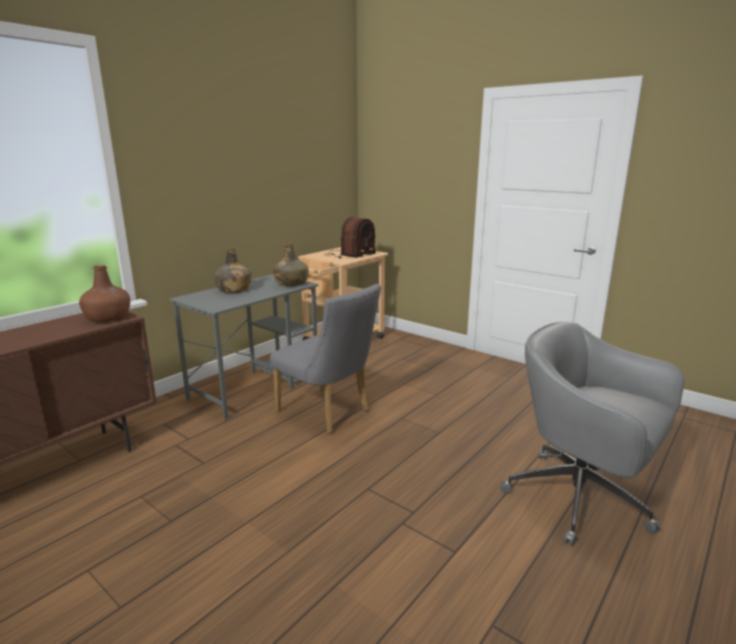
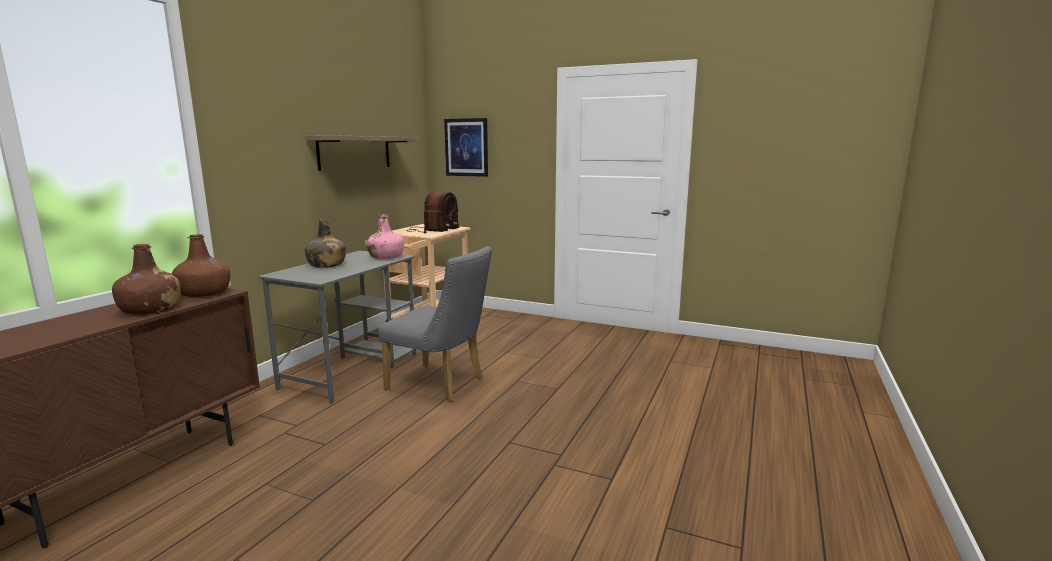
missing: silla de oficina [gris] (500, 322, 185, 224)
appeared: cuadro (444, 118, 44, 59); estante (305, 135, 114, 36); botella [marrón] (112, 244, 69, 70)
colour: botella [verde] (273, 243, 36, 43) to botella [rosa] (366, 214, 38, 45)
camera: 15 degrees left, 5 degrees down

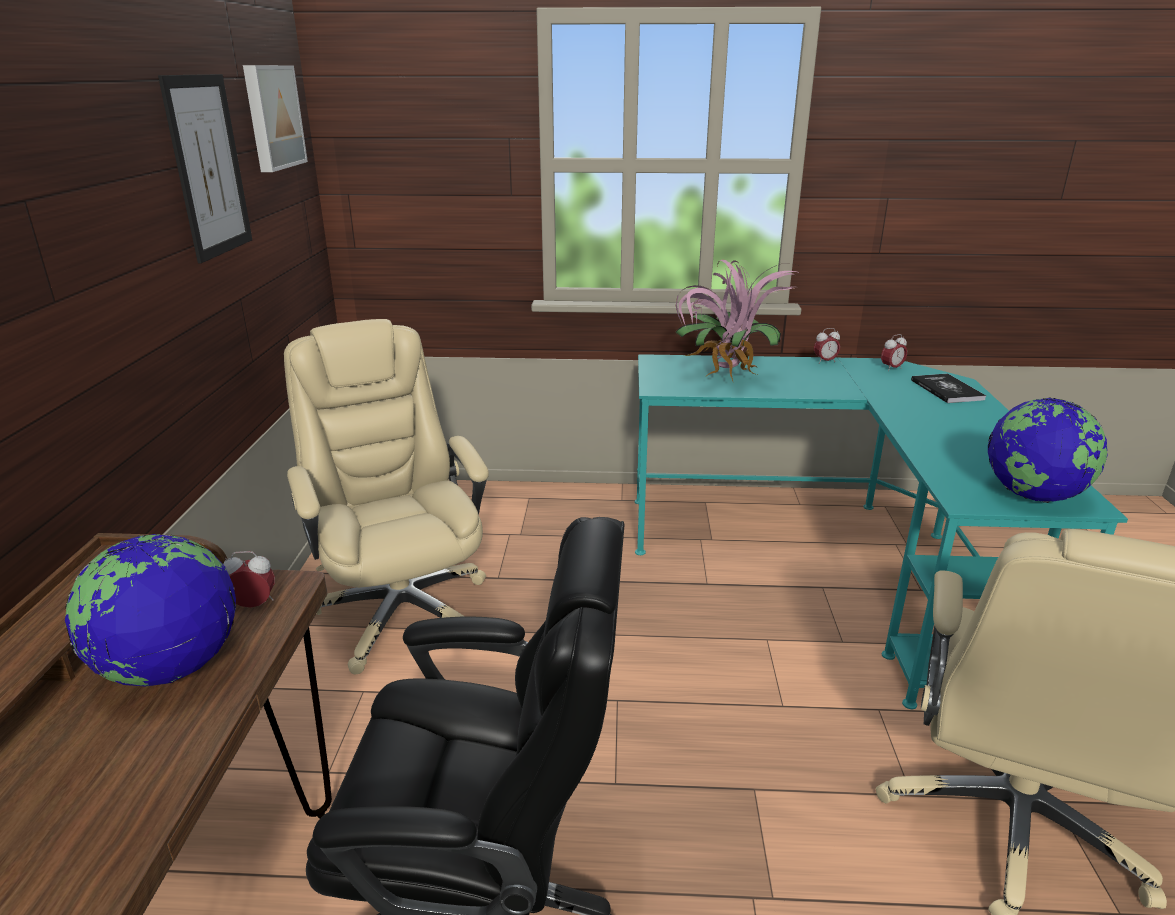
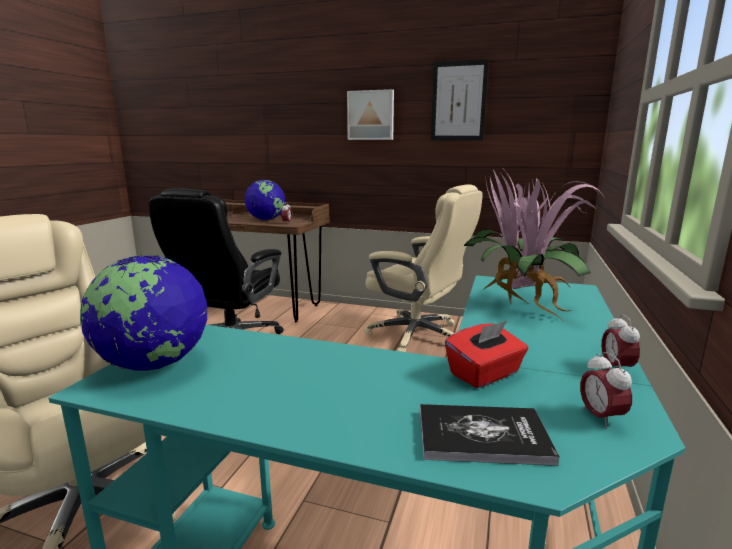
appeared: caja de pañuelos [rojo] (445, 321, 83, 67)
relocated: cuadro (243, 65, 65, 107) to (347, 89, 47, 51)
spun: silla de oficina [beis] (284, 319, 205, 355) = (364, 184, 119, 168) 45 degrees clockwise
camera: 105 degrees right, 10 degrees down

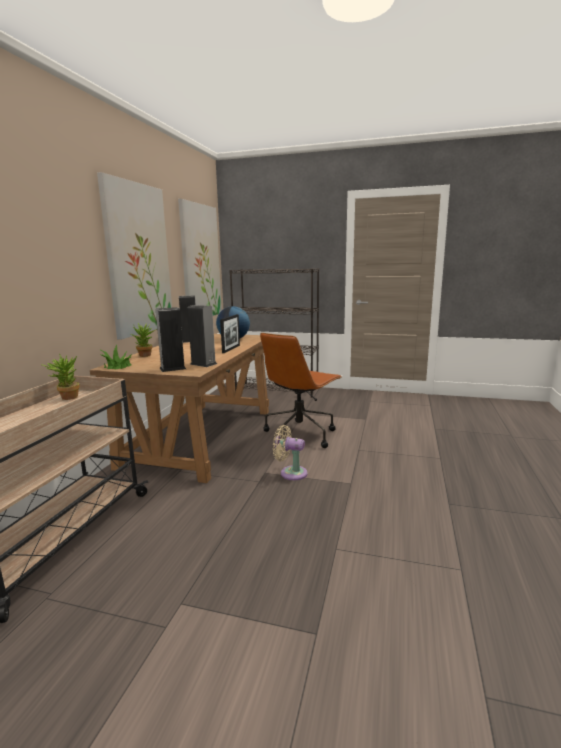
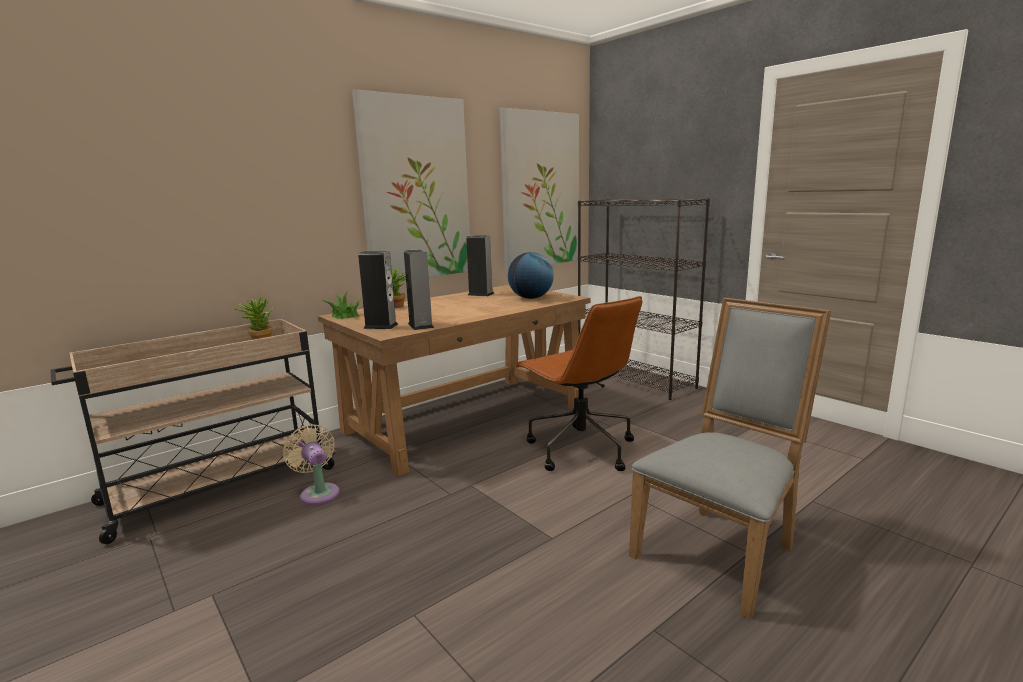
missing: portarretratos (220, 314, 20, 39)
appeared: silla [gris] (629, 297, 202, 323)
relocated: ventilador [beis] (273, 425, 35, 55) to (283, 424, 56, 81)
spun: silla de oficina [marrón] (260, 333, 81, 115) = (515, 296, 127, 175) 105 degrees counterclockwise
camera: 35 degrees right, 0 degrees up

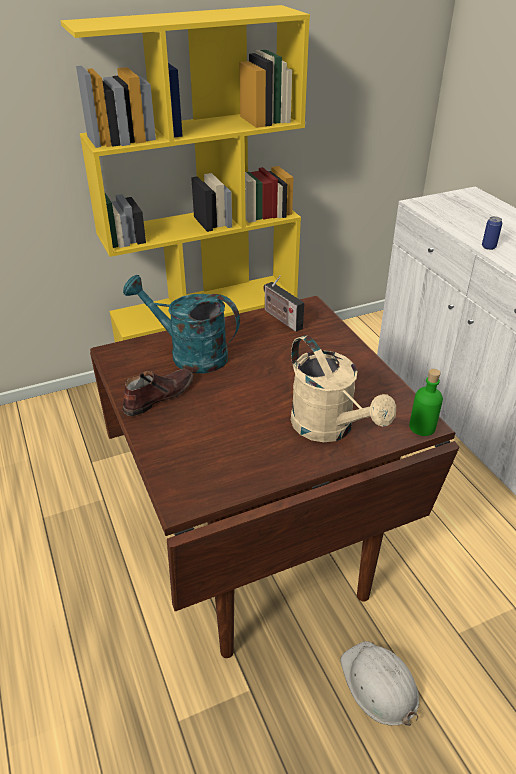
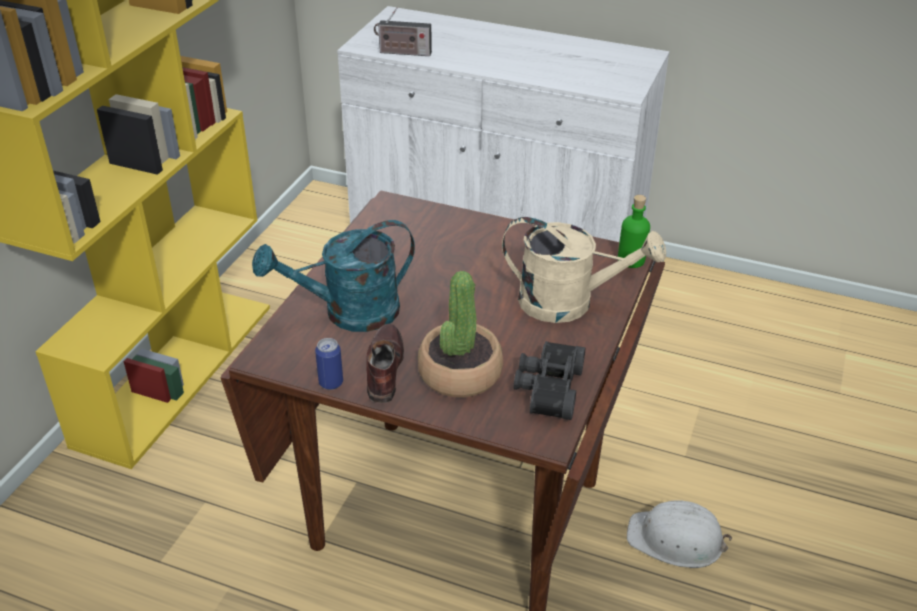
appeared: planta en maceta (418, 271, 85, 127); prismáticos [negro] (514, 341, 71, 79)
relocated: lata (482, 216, 20, 34) to (315, 338, 28, 52); radio (264, 275, 40, 57) to (374, 7, 58, 49)
camera: 45 degrees left, 0 degrees up

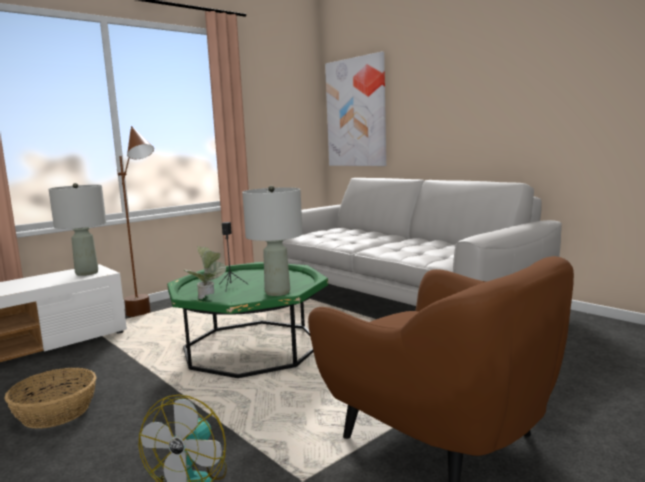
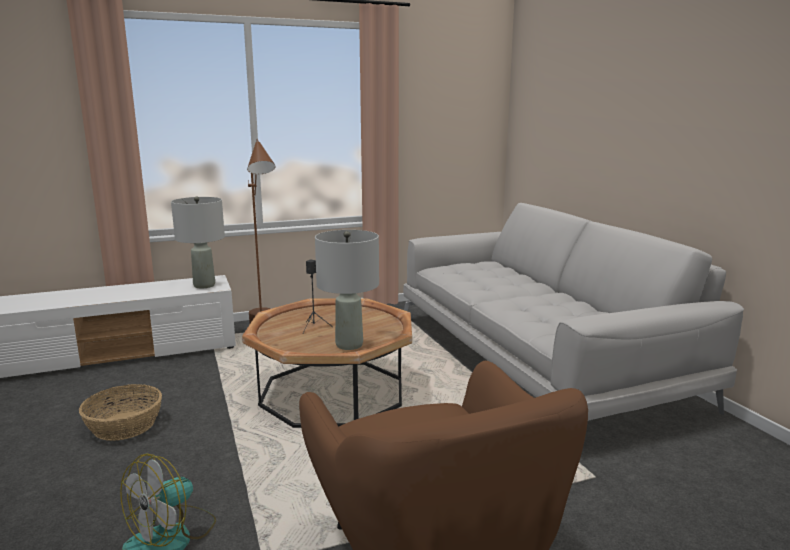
missing: cuadro (325, 52, 61, 114); planta en maceta (184, 246, 42, 53)
colour: mesa de centro [verde] (167, 262, 161, 116) to mesa de centro [marrón] (242, 298, 170, 130)
camera: 20 degrees right, 5 degrees up

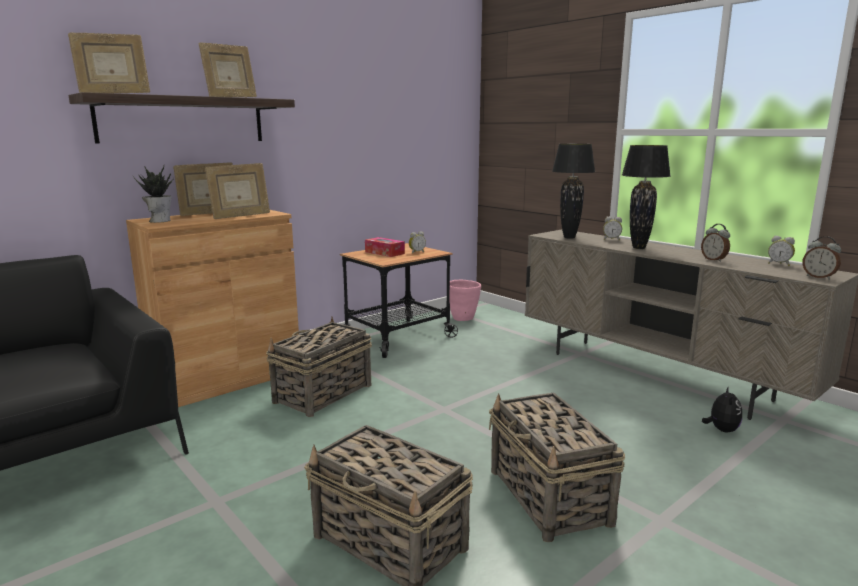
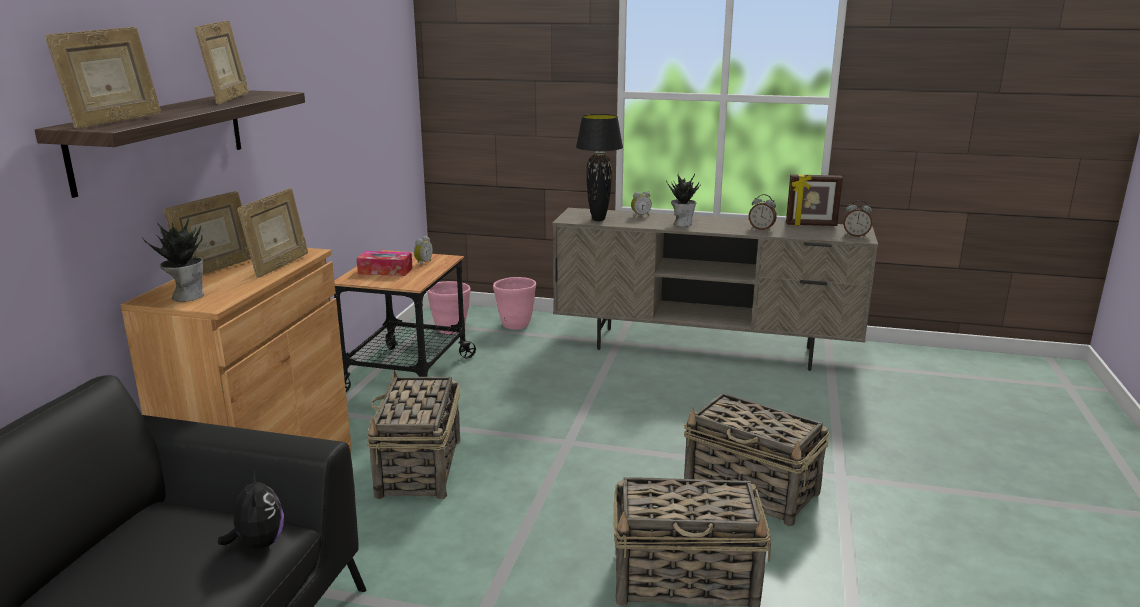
appeared: maceta [rosa] (493, 277, 43, 53)
relocated: peluche (702, 386, 40, 47) to (218, 471, 66, 78)
exchanged: lámpara de mesa [negro] (622, 145, 49, 104) to planta en maceta (666, 173, 34, 54); despertador (768, 236, 27, 30) to portarretratos (786, 174, 57, 52)
camera: 35 degrees left, 5 degrees up

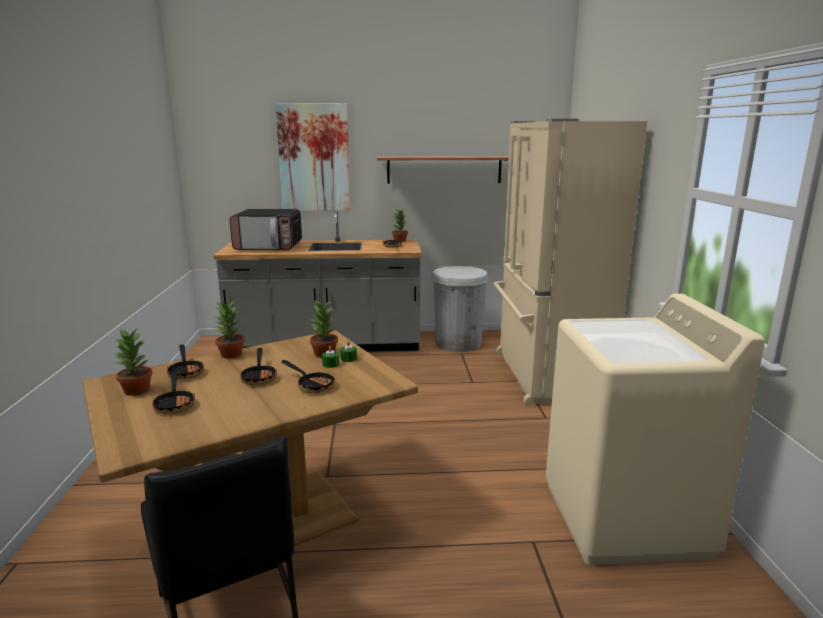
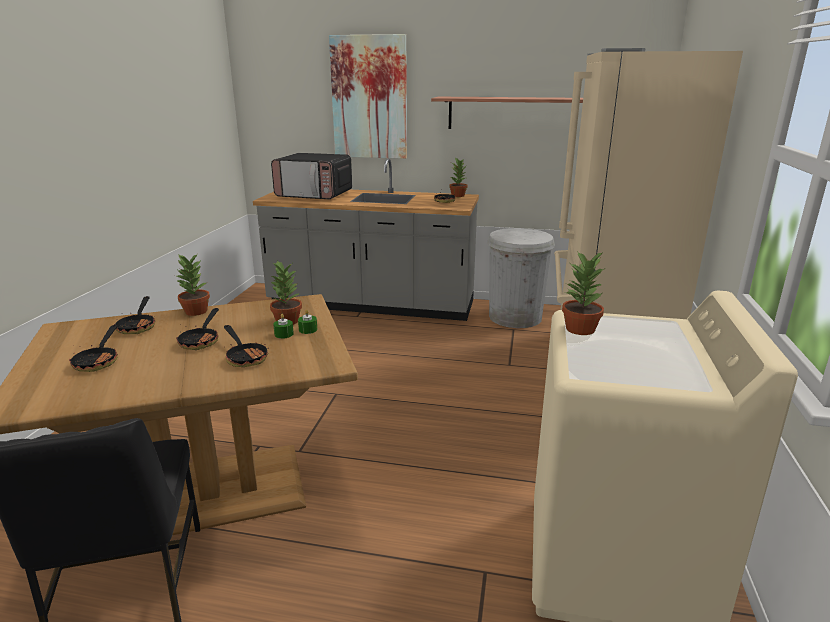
relocated: planta en maceta (114, 328, 38, 68) to (562, 251, 42, 84)
camera: 15 degrees right, 5 degrees up

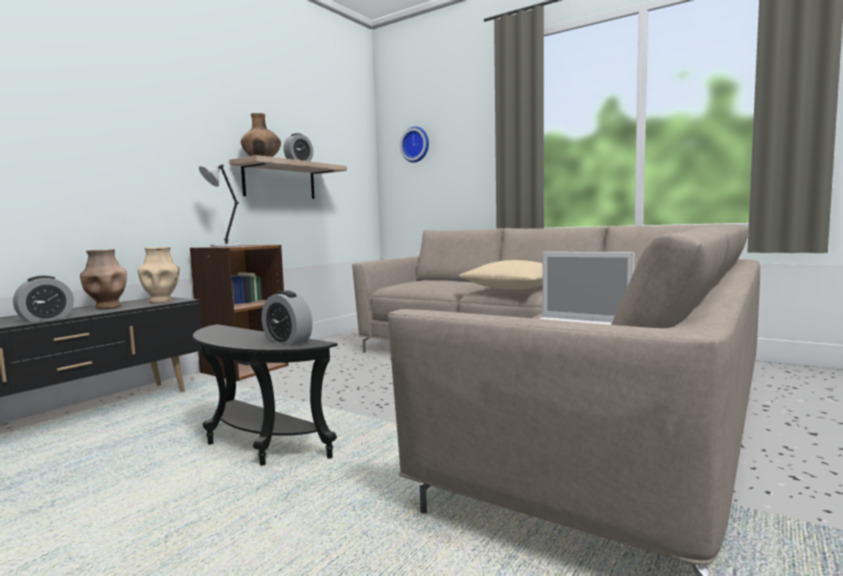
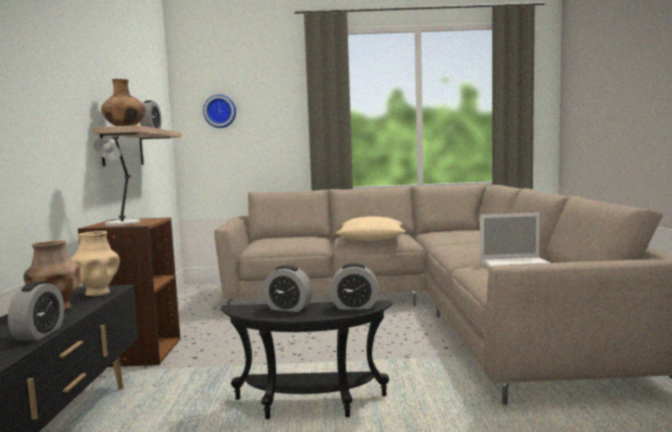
appeared: despertador (263, 265, 49, 47)
camera: 35 degrees left, 0 degrees up

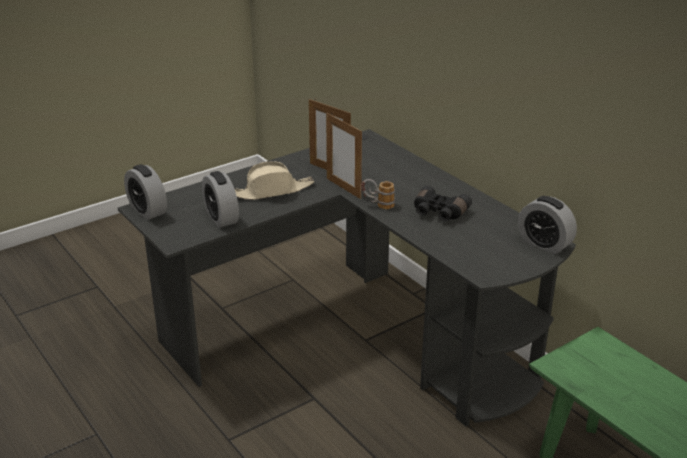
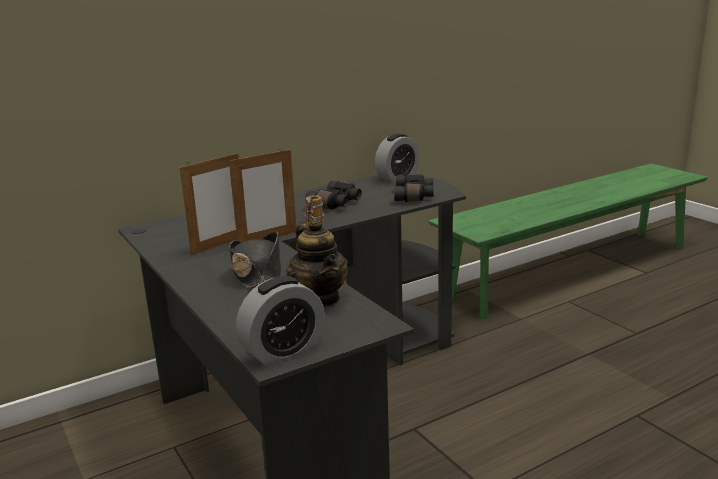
appeared: prismáticos [negro] (394, 174, 40, 28)
exchanged: despertador (202, 171, 37, 57) to tetera (286, 218, 63, 89)
colour: sombrero [beis] (234, 161, 80, 39) to sombrero [negro] (229, 232, 52, 56)
camera: 85 degrees left, 10 degrees down

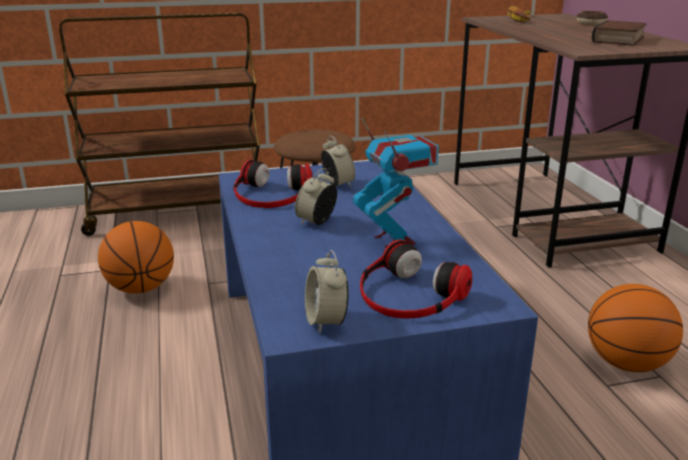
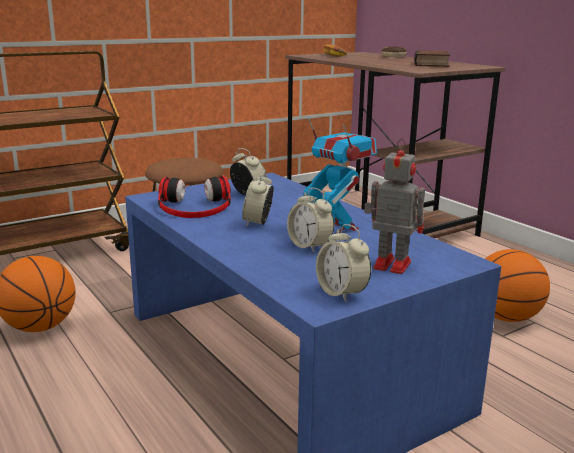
appeared: despertador (287, 188, 47, 65)
exchanged: auriculares (360, 240, 112, 78) to robot de juguete (364, 139, 61, 135)
camera: 20 degrees left, 5 degrees down

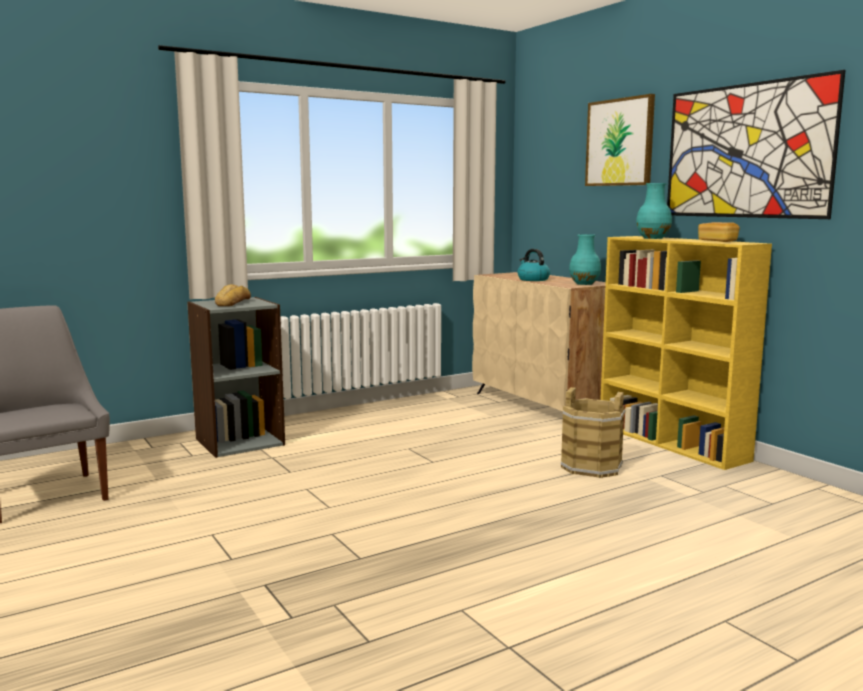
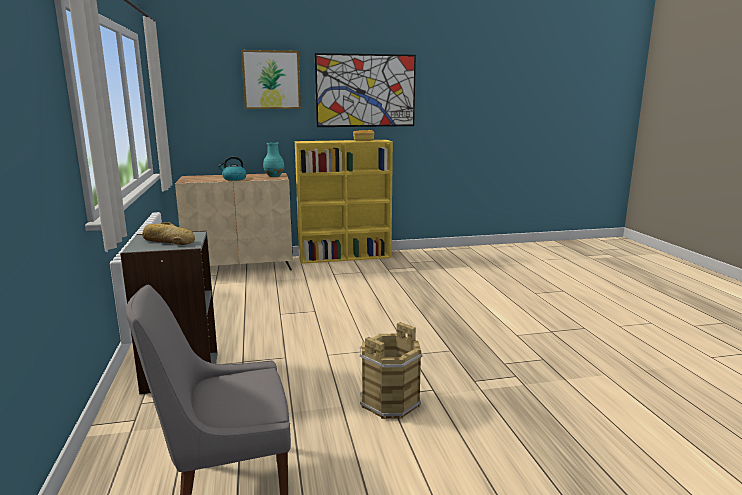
missing: florero [turquesa] (636, 183, 36, 56)
relocated: cubo [marrón] (561, 387, 65, 91) to (360, 322, 62, 97)
camera: 70 degrees left, 5 degrees up

